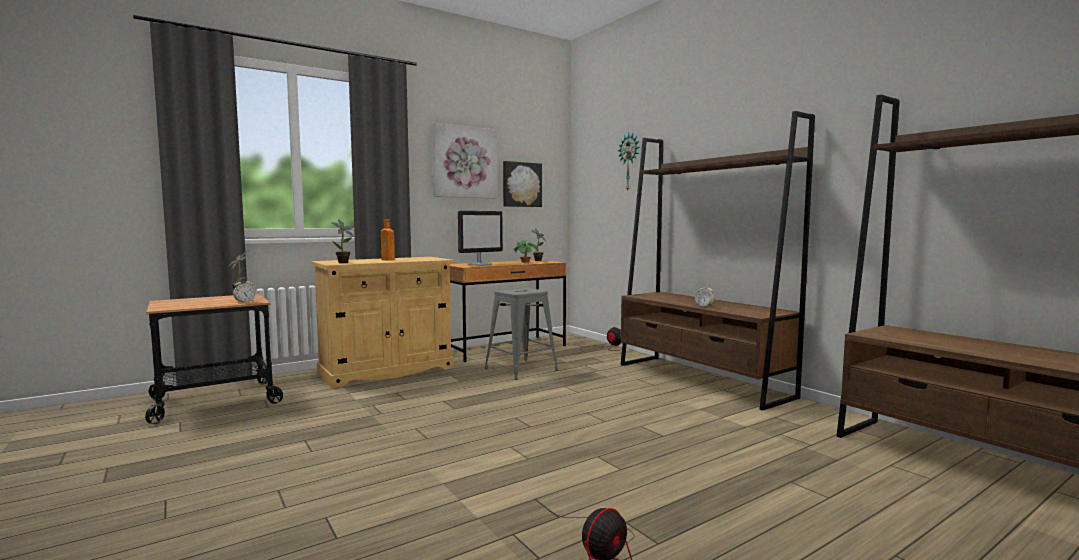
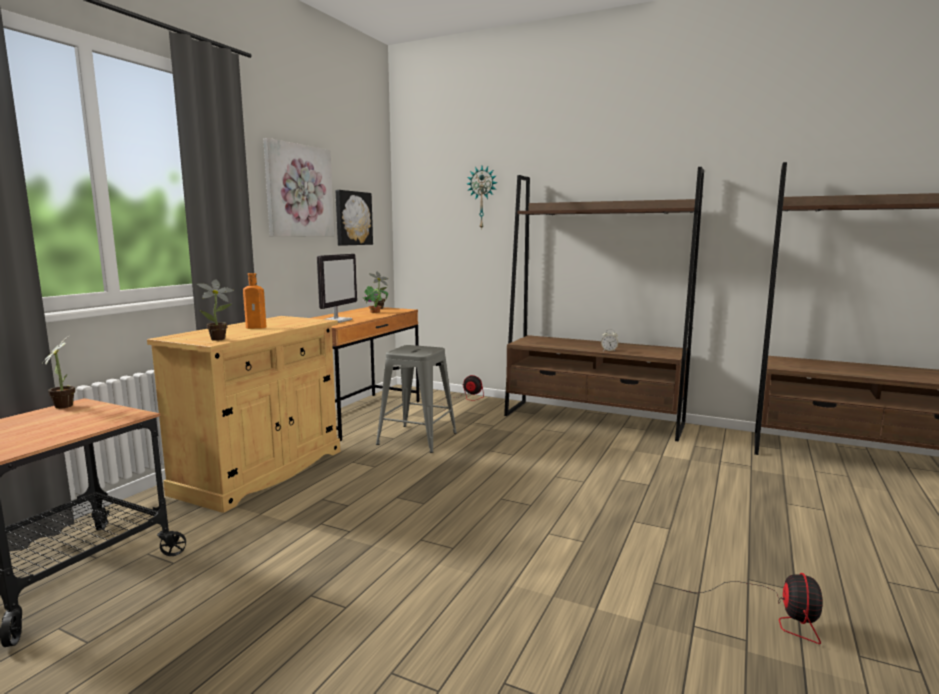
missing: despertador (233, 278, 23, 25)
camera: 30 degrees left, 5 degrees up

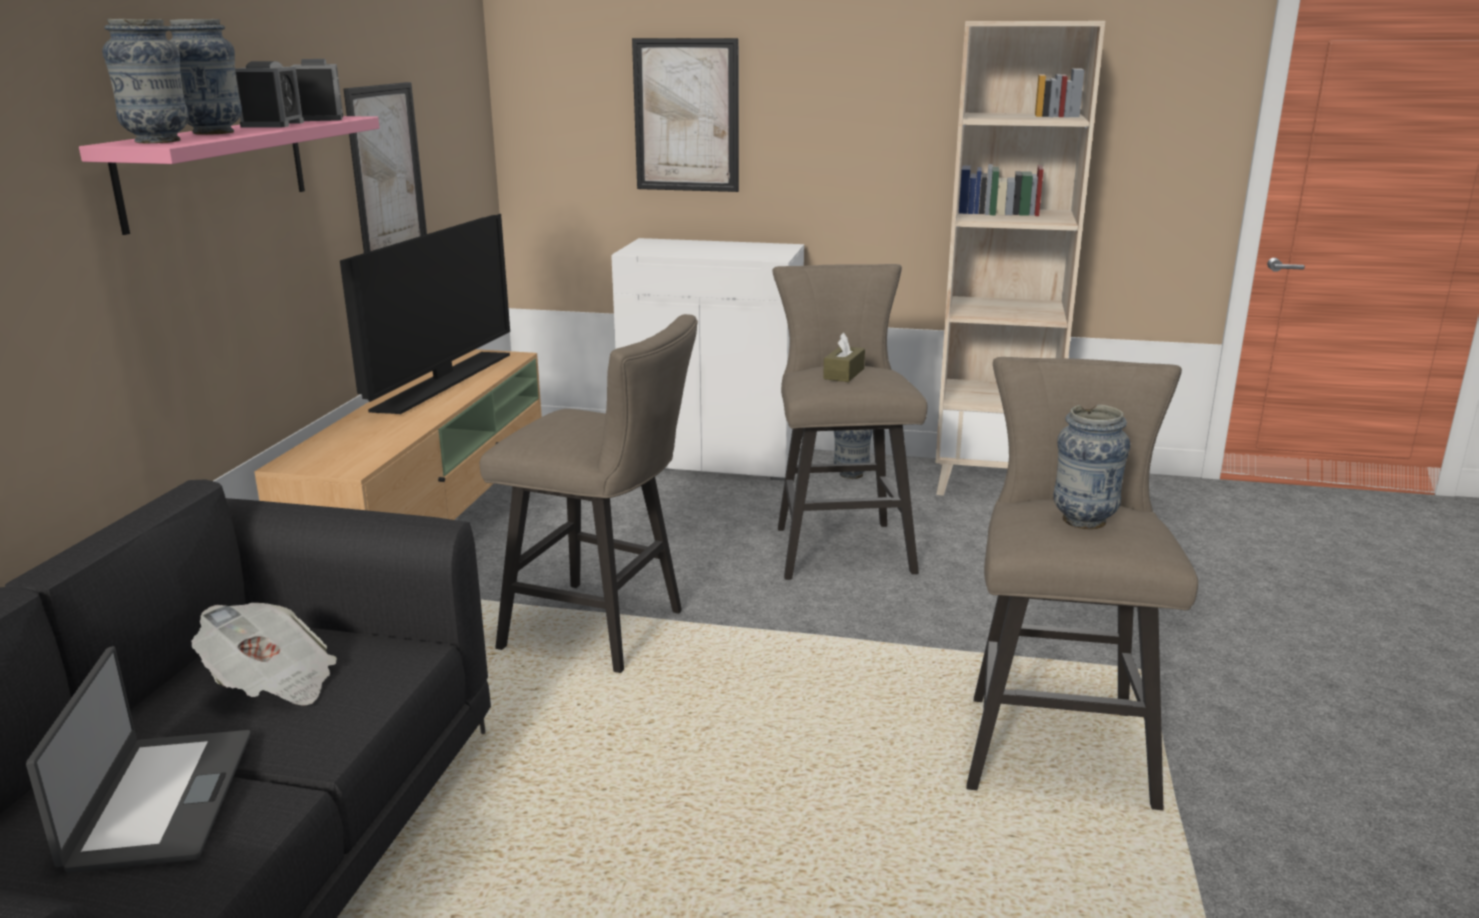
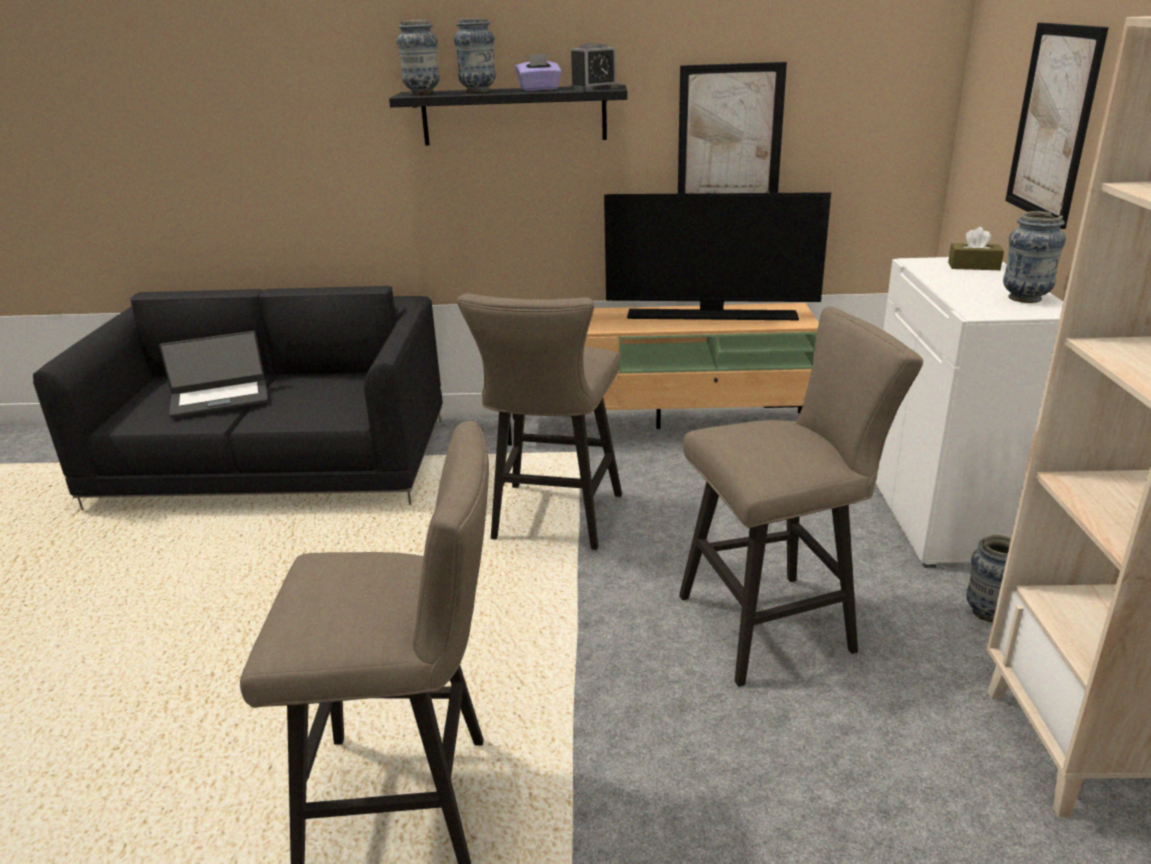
missing: periódico (191, 603, 146, 103)
relocated: caja de pañuelos [marrón] (823, 332, 42, 50) to (948, 227, 56, 43); florero (1053, 404, 77, 125) to (1003, 211, 63, 92)
exchanged: despertador (235, 61, 69, 67) to caja de pañuelos [morado] (515, 53, 47, 38)
colour: estante [rosa] (79, 116, 301, 119) to estante [negro] (389, 85, 239, 61)
camera: 80 degrees right, 5 degrees up

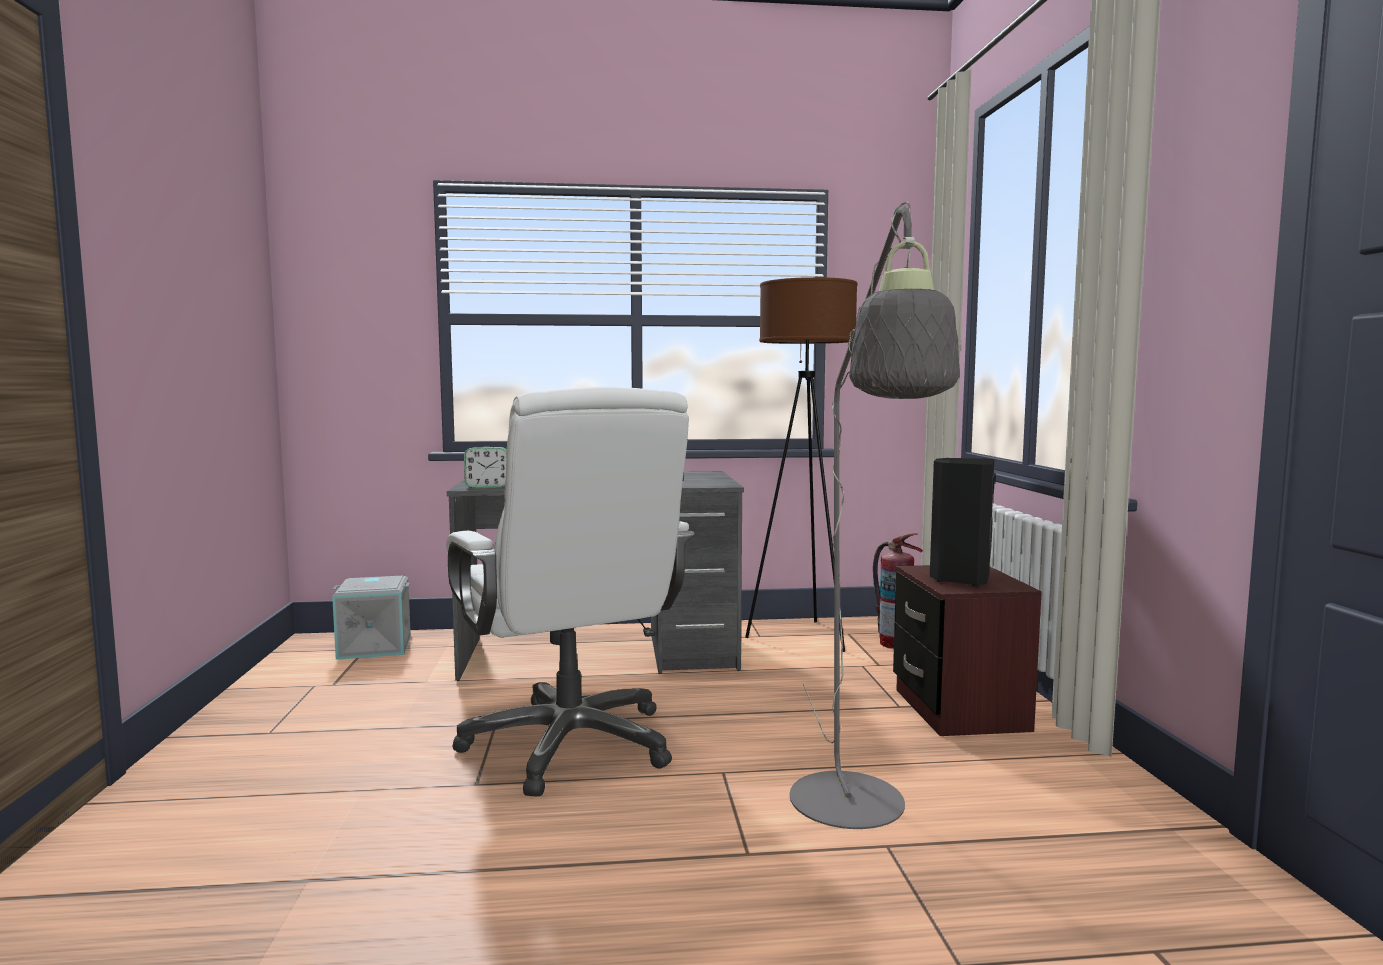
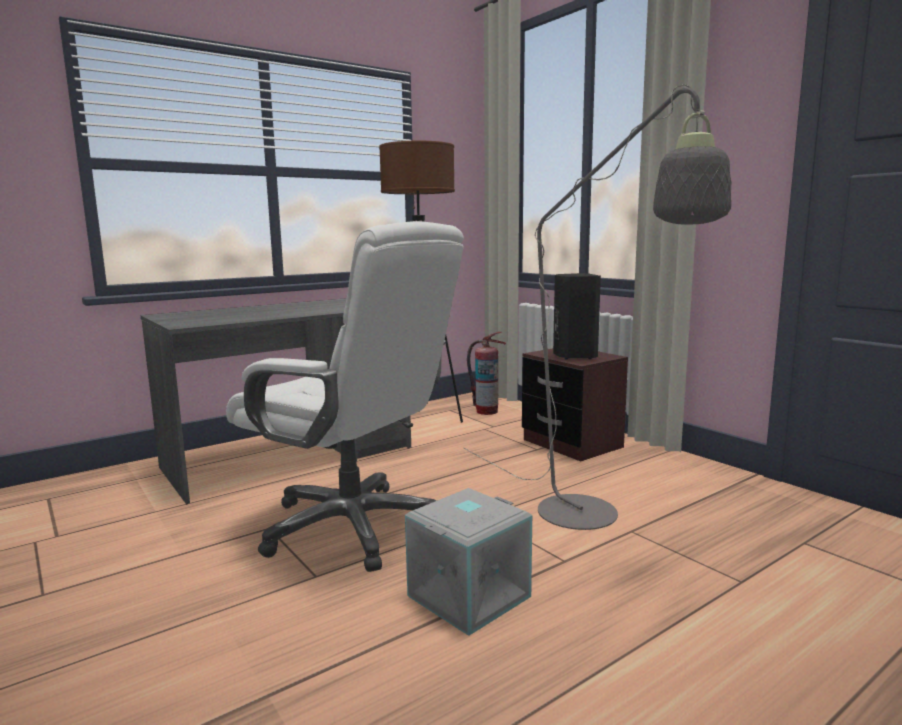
missing: despertador (464, 447, 43, 41)
relocated: caja de almacenaje [gris] (332, 576, 79, 84) to (405, 488, 127, 148)
camera: 30 degrees left, 5 degrees up

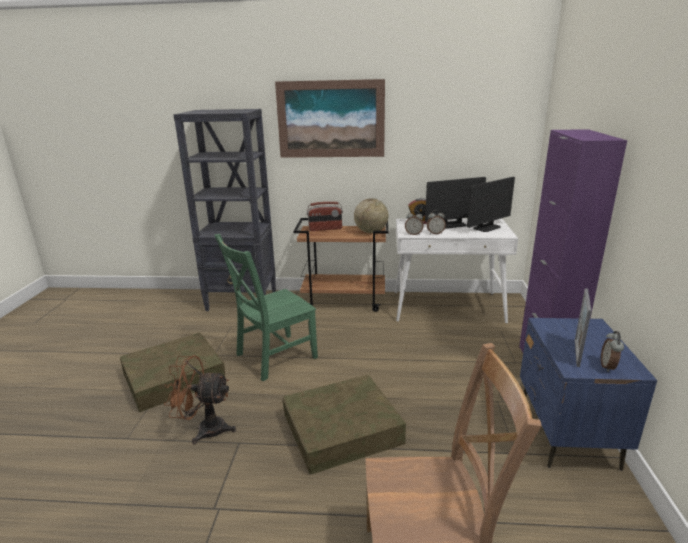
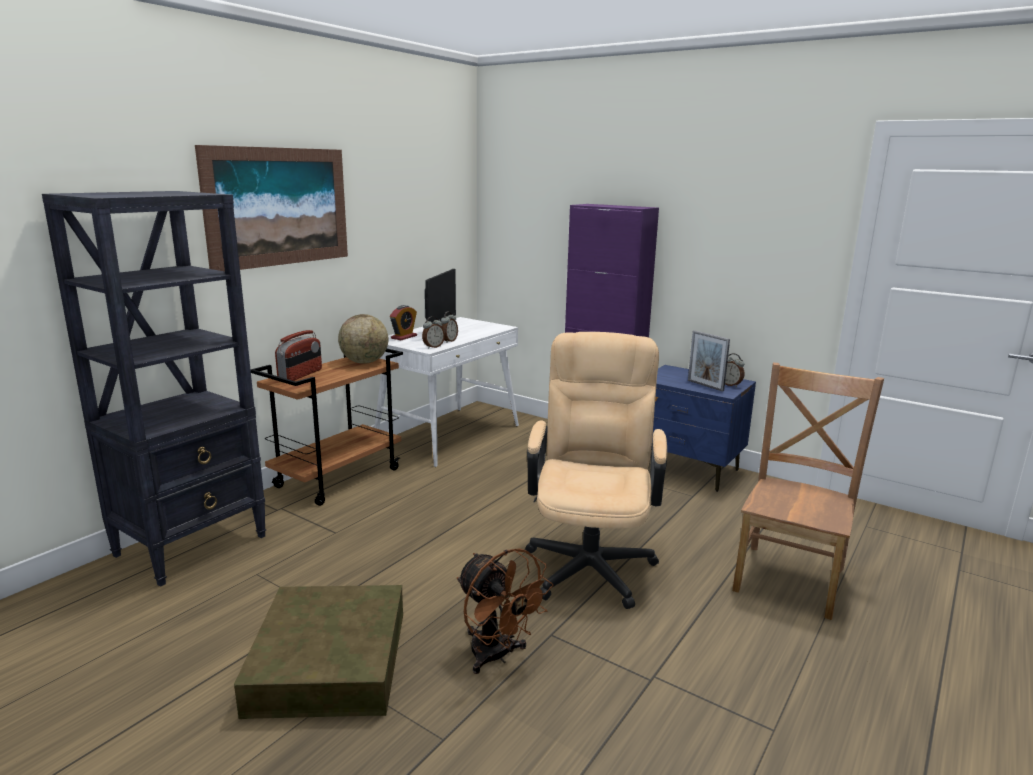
missing: monitor (467, 177, 48, 55); silla [verde] (215, 234, 103, 147)
exchanged: caja de almacenaje [marrón] (282, 375, 124, 100) to silla de oficina [beis] (525, 332, 142, 277)
spun: ventilador [marrón] (164, 355, 72, 90) = (457, 548, 96, 126) 75 degrees counterclockwise
camera: 60 degrees left, 5 degrees down

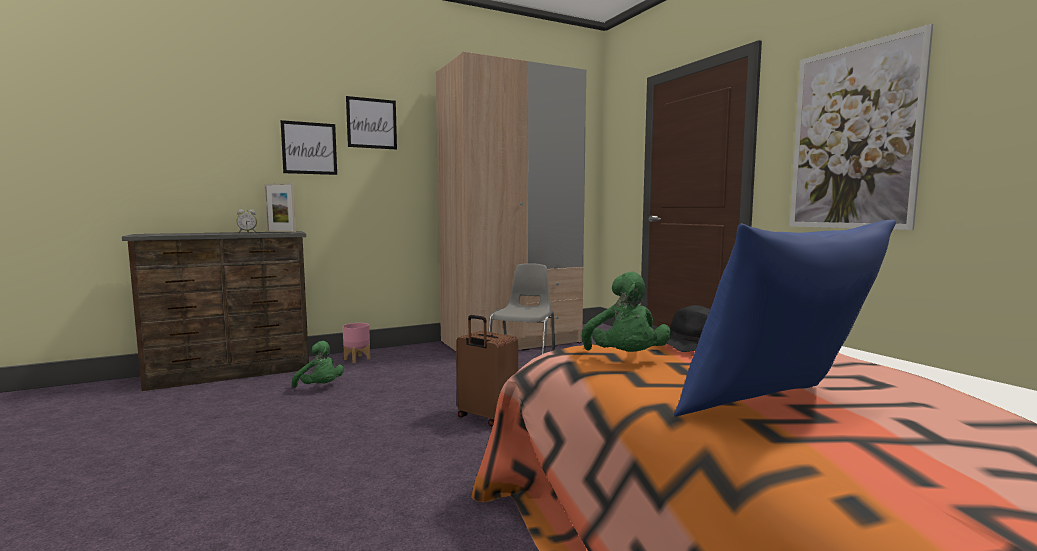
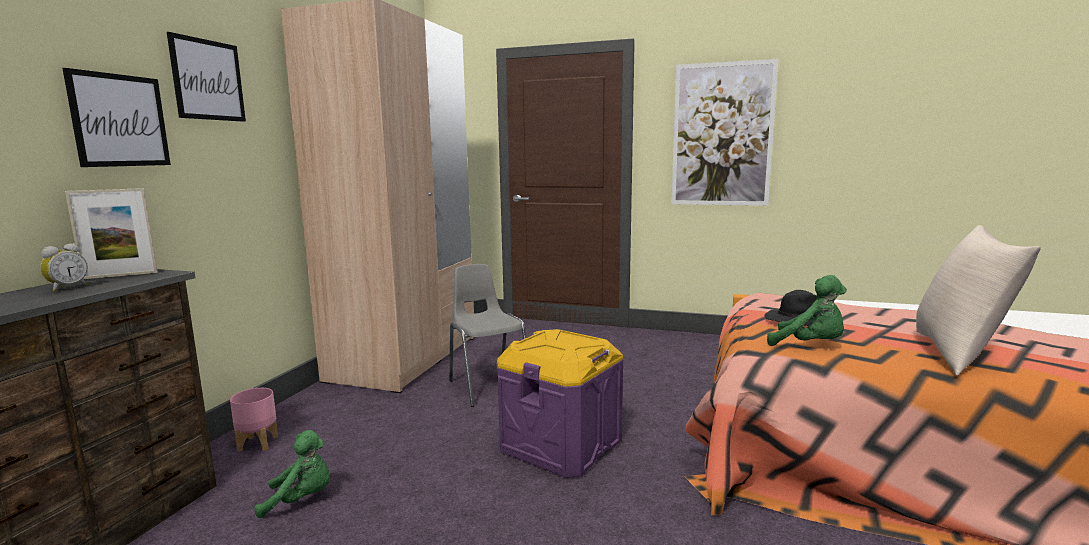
exchanged: maleta [marrón] (456, 315, 62, 112) to caja de almacenaje [morado] (496, 329, 128, 149)
colour: cojín [azul] (674, 219, 222, 198) to cojín [beis] (916, 225, 125, 151)
camera: 45 degrees left, 5 degrees up

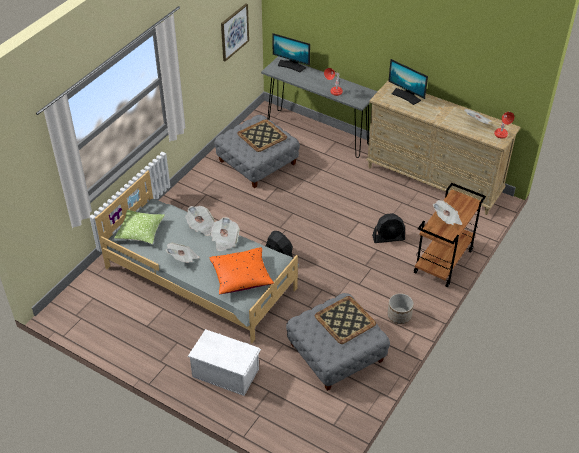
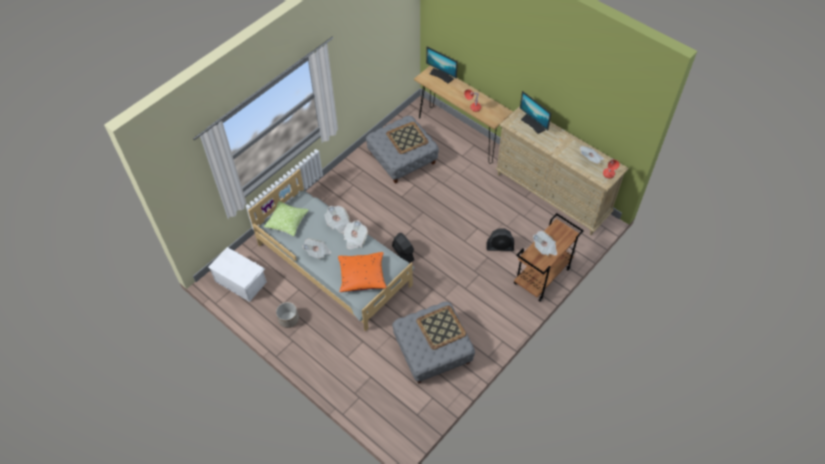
missing: cuadro (221, 4, 28, 57)
relocated: maceta (387, 293, 27, 31) to (276, 302, 23, 26); caja de almacenaje [blanco] (188, 329, 73, 67) to (208, 247, 59, 55)
colour: mesa consola [gris] (261, 56, 117, 102) to mesa consola [marrón] (414, 66, 99, 98)
camera: 10 degrees right, 10 degrees up

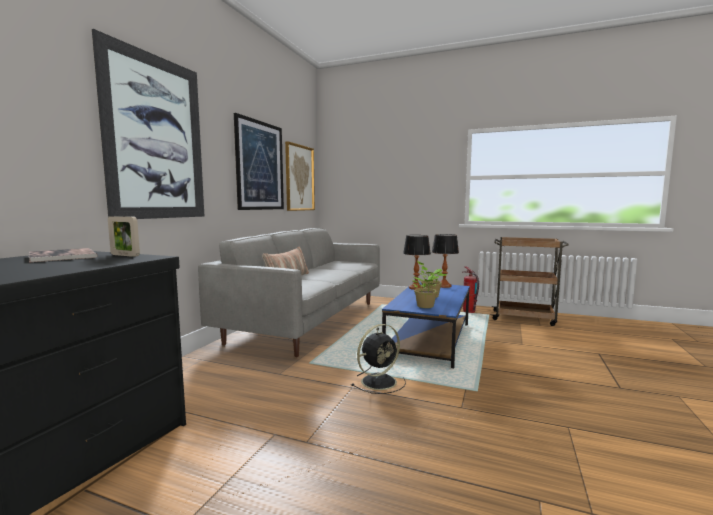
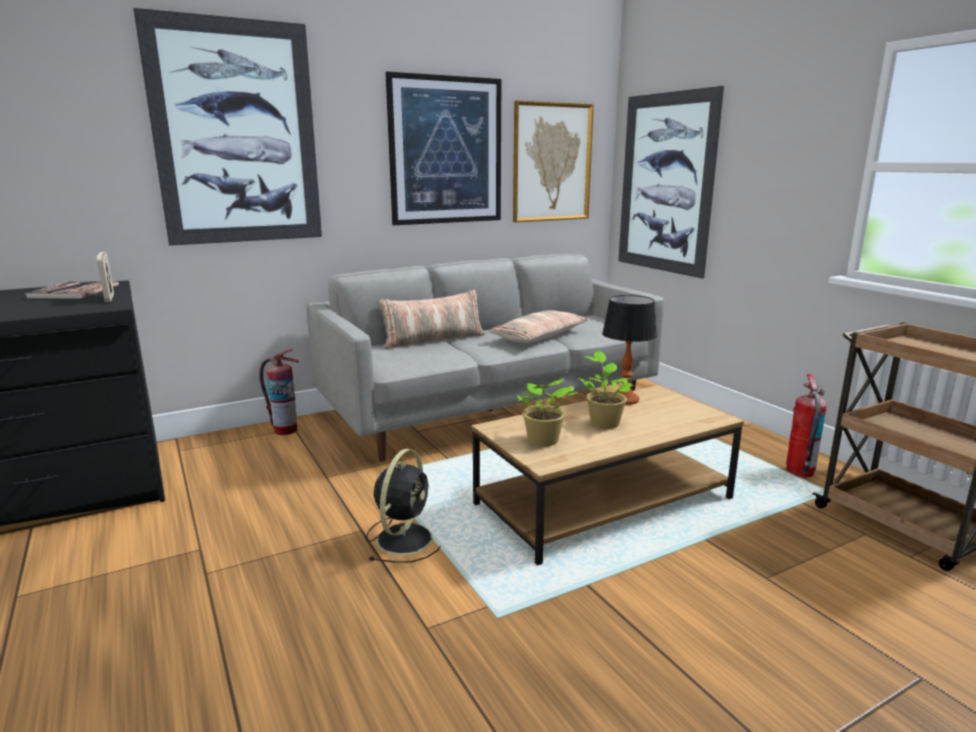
missing: lámpara de mesa (432, 234, 27, 54)
appeared: cuadro (618, 86, 106, 193); cojín (488, 310, 100, 33); extintor (259, 349, 40, 86)
colour: mesa de centro [azul] (382, 282, 88, 86) to mesa de centro [marrón] (471, 385, 273, 180)
spun: ventilador [negro] (351, 324, 55, 70) = (366, 449, 75, 114) 75 degrees counterclockwise
camera: 40 degrees right, 10 degrees up

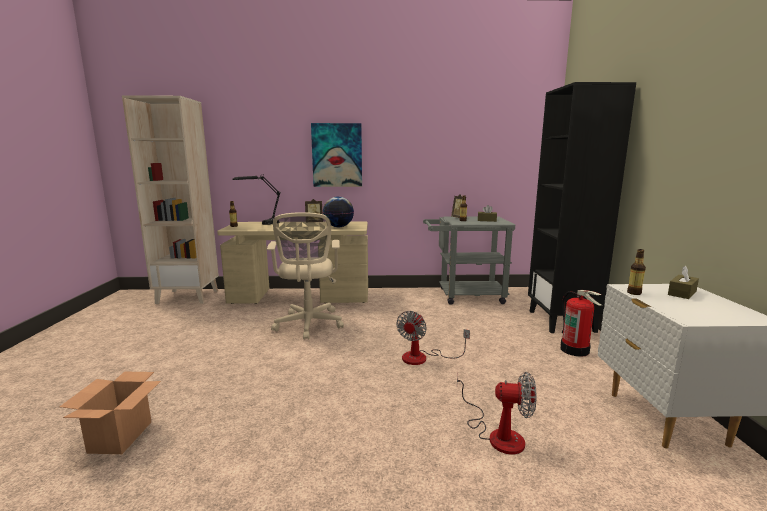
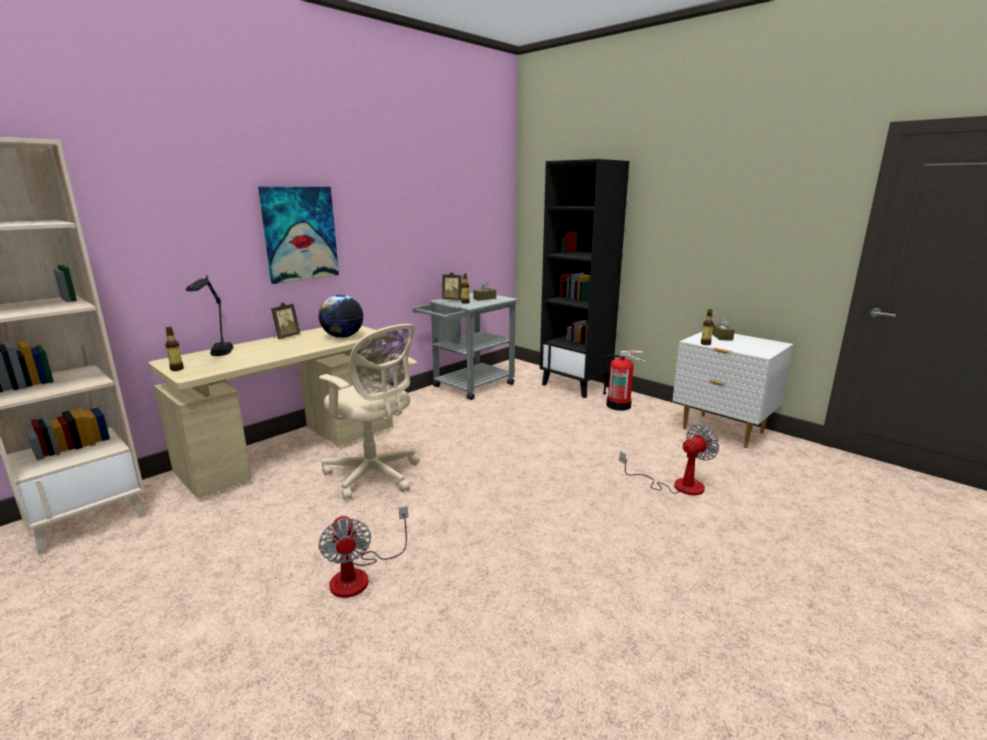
missing: caja de cartón (60, 372, 101, 82)
relocated: ventilador (396, 311, 74, 54) to (318, 506, 90, 92)
camera: 45 degrees left, 5 degrees up

